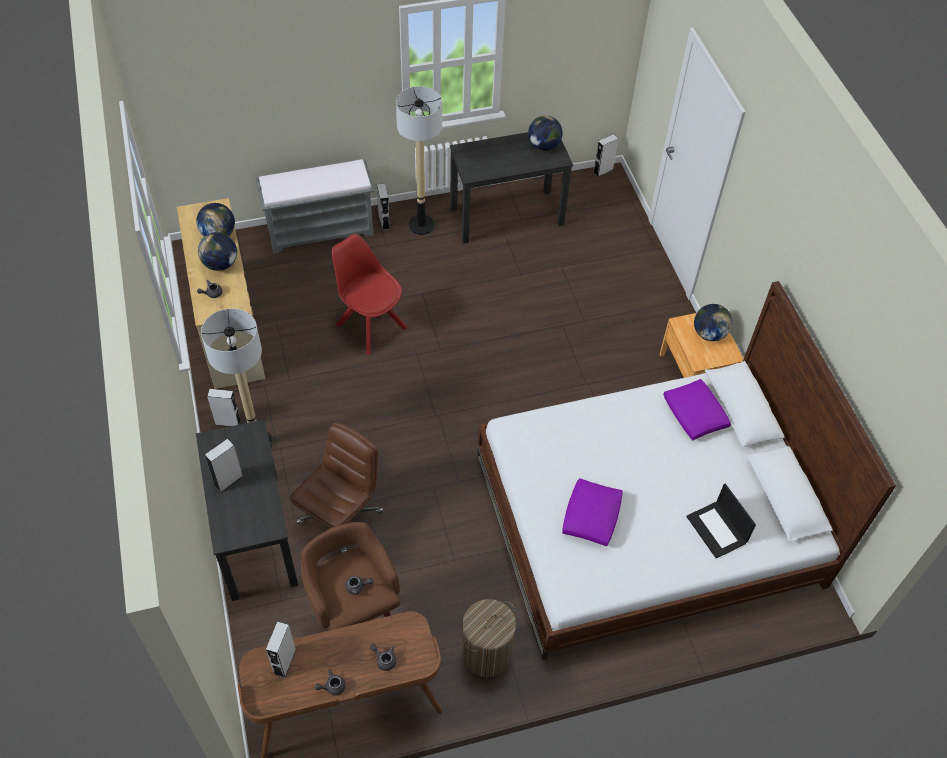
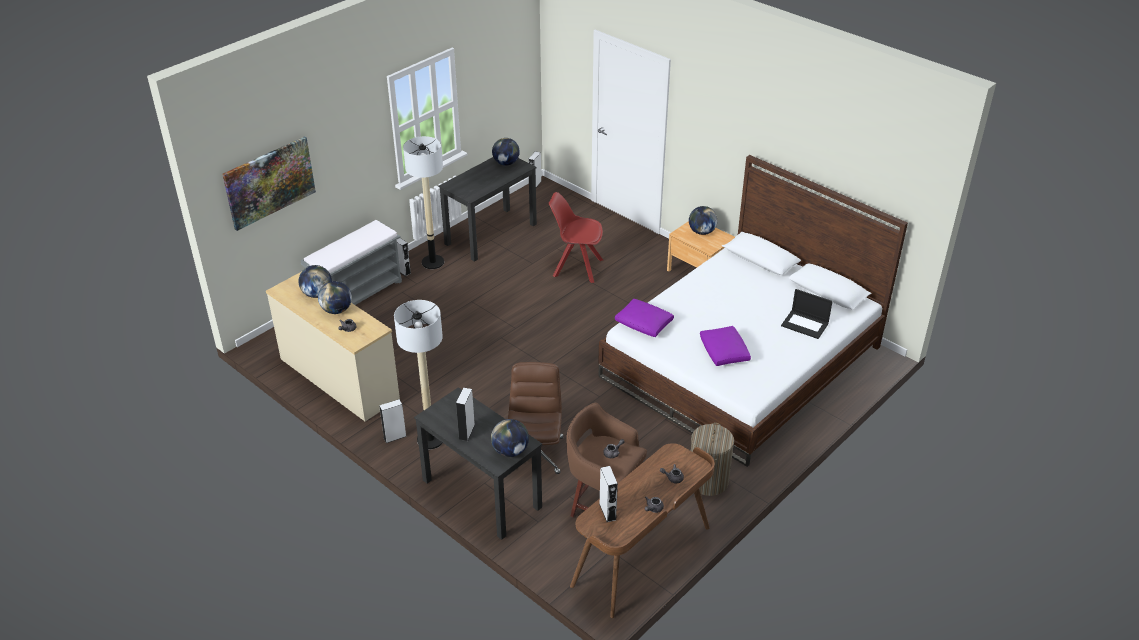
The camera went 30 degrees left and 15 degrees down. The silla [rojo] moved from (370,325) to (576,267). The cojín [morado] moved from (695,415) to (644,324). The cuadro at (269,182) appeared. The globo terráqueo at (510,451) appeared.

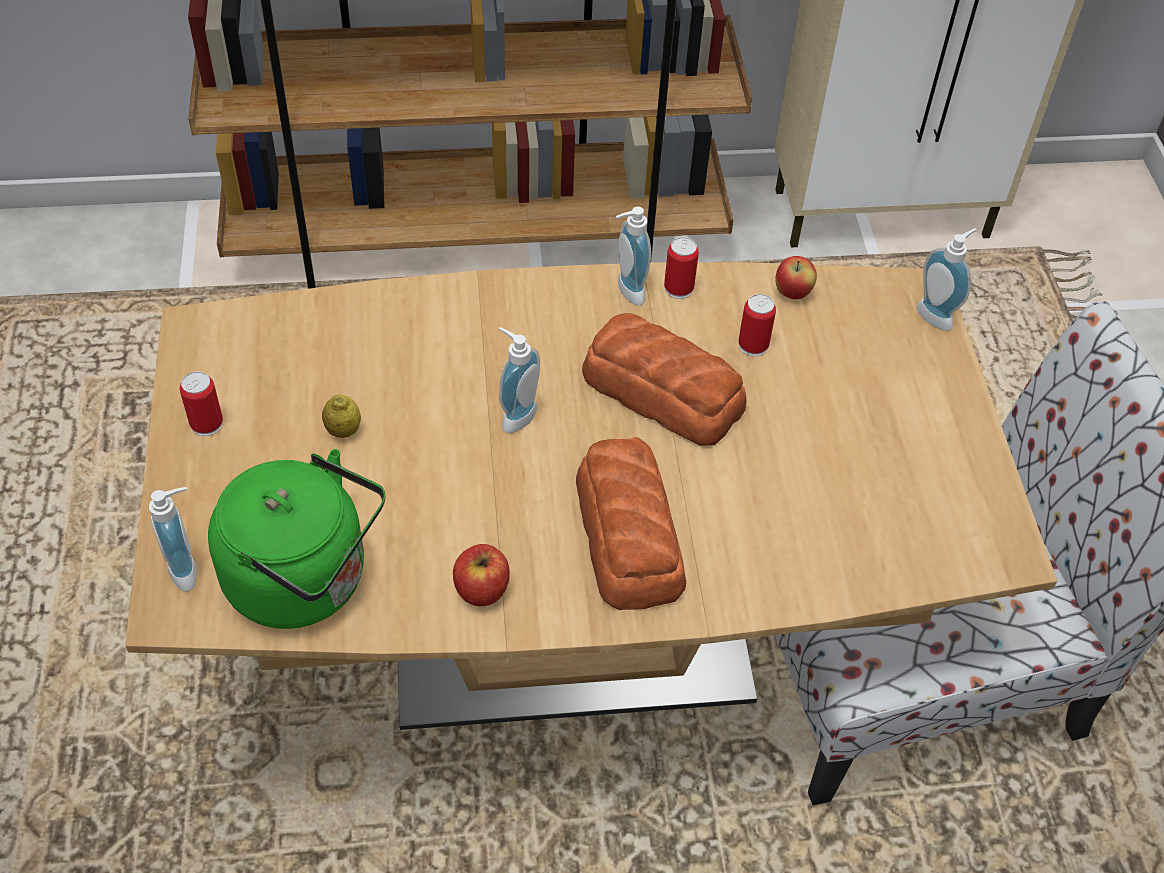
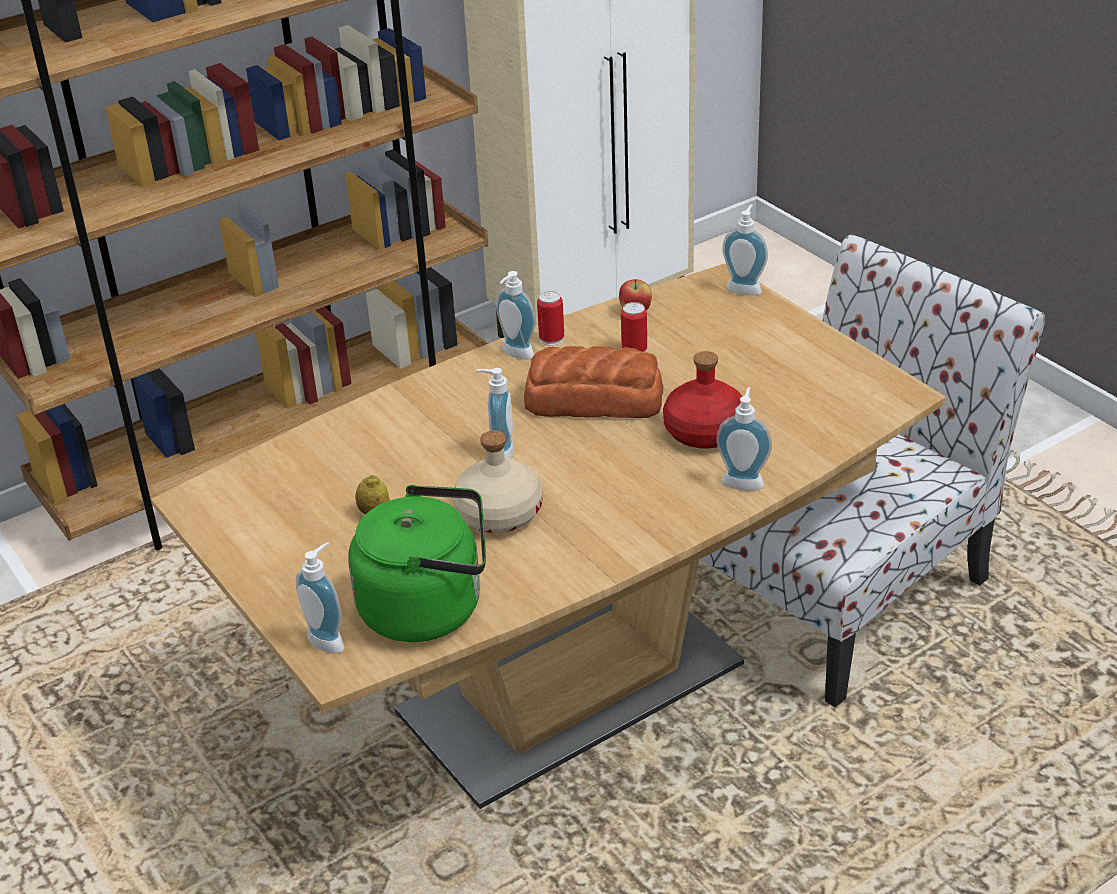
The camera went 25 degrees left and 15 degrees down. The lata at (206,424) disappeared. The pan at (628,536) disappeared. The manzana at (481,589) disappeared. The botella [rojo] at (704,431) appeared. The dispensador de jabón at (743,481) appeared. The botella [beis] at (498,513) appeared.

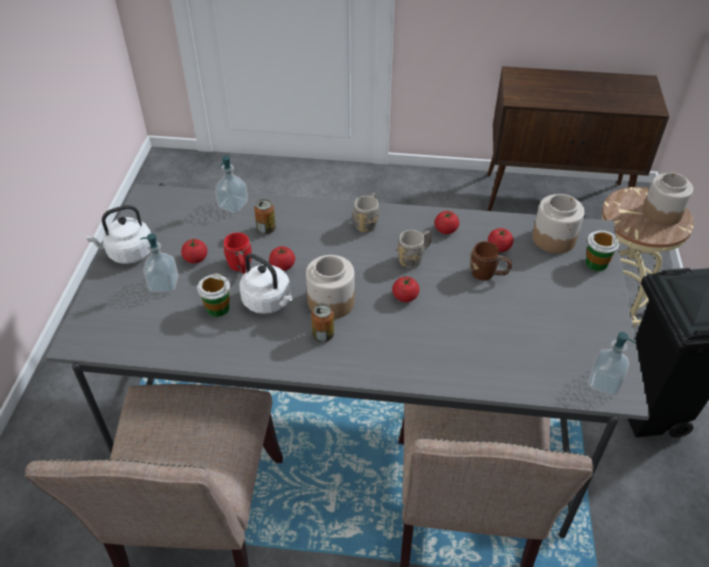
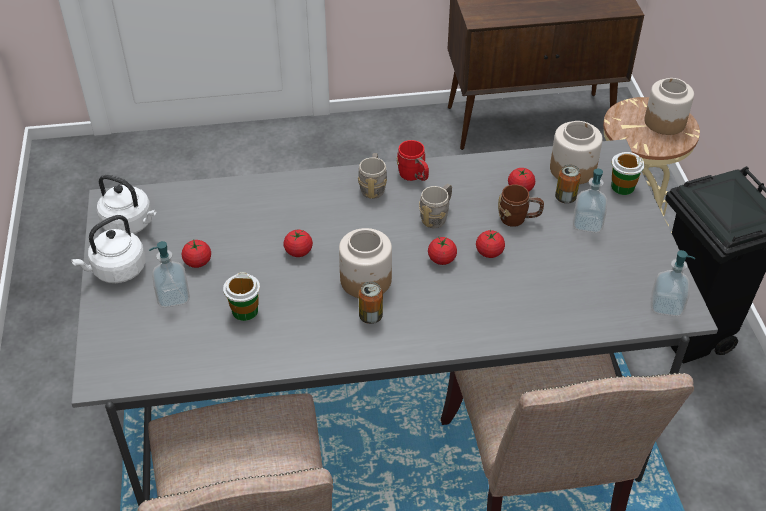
The camera went 15 degrees left and 0 degrees up. The dispensador de jabón moved from (233,205) to (587,224). The lata moved from (266,229) to (565,198). The tomate moved from (445,230) to (489,252). The taza grande [rojo] moved from (241,267) to (414,176). The hervidor [blanco] moved from (269,302) to (130,224).

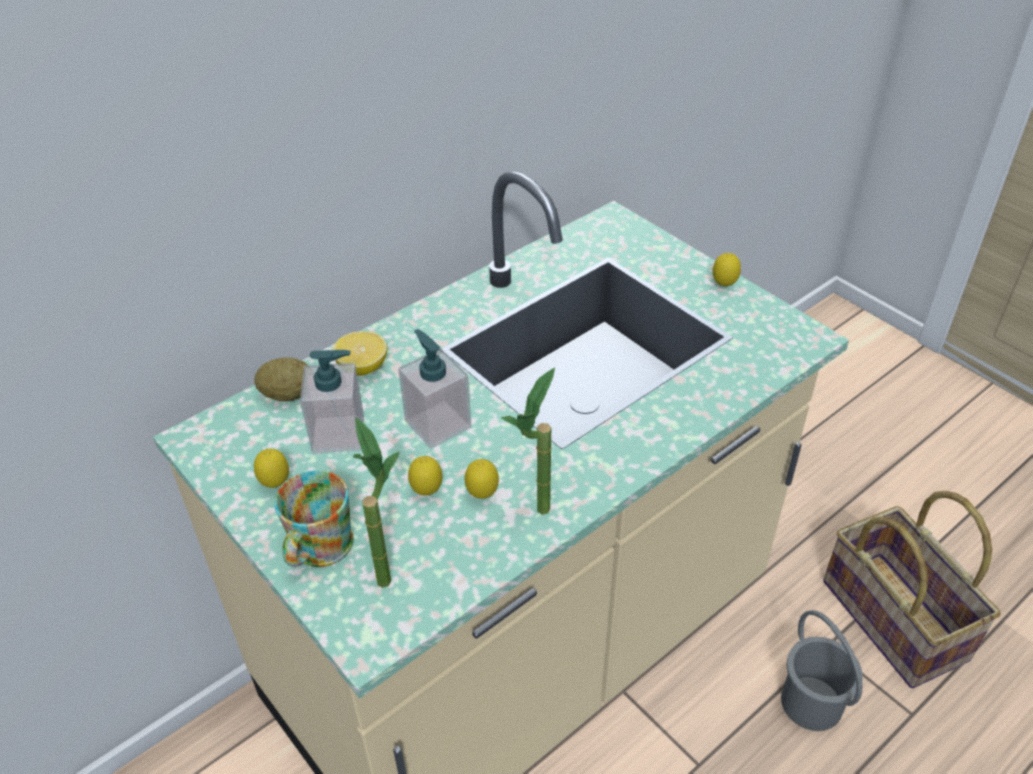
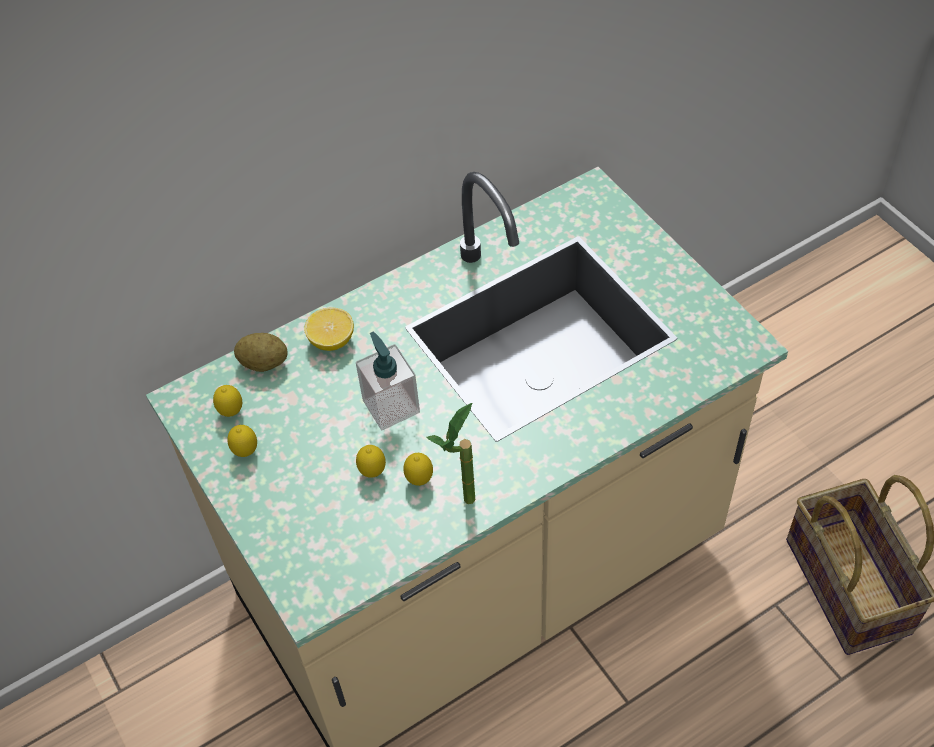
The camera went 10 degrees right and 10 degrees up. The limón moved from (724,285) to (231,412). The dispensador de jabón at (339,434) disappeared. The planta en maceta at (385,569) disappeared. The taza grande at (317,550) disappeared. The cubo [gris] at (812,702) disappeared.

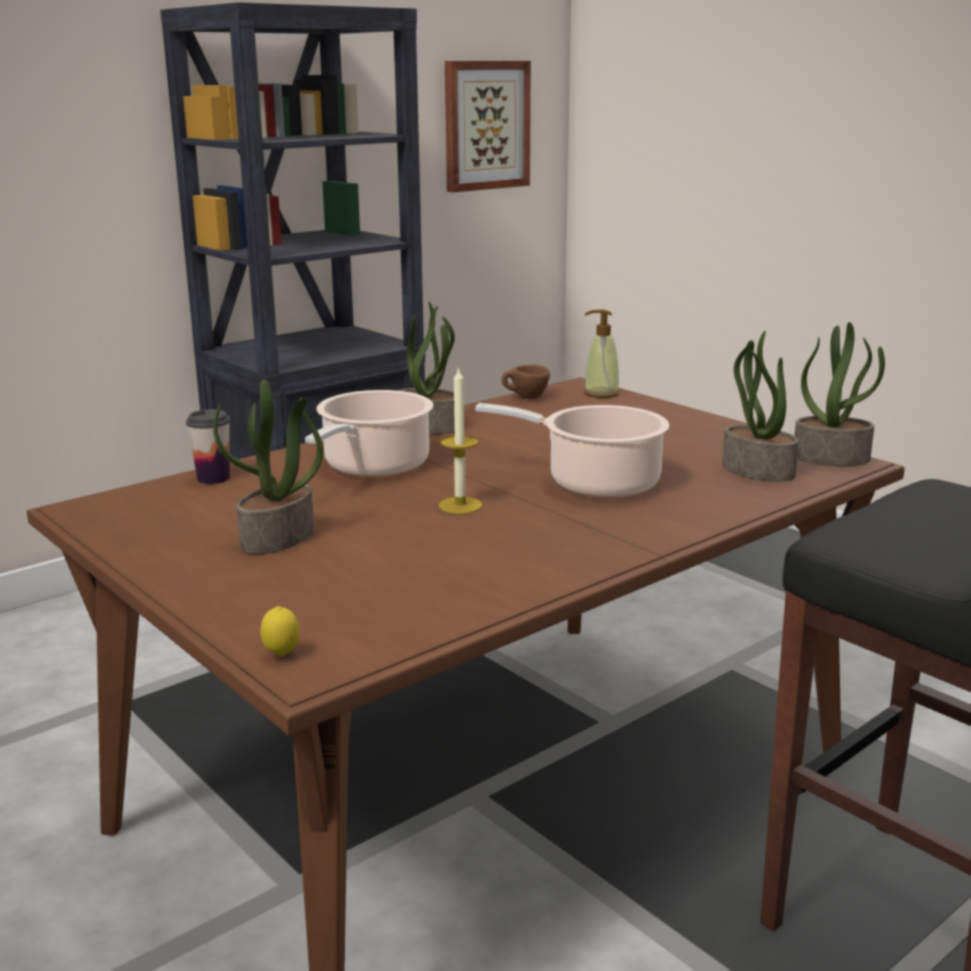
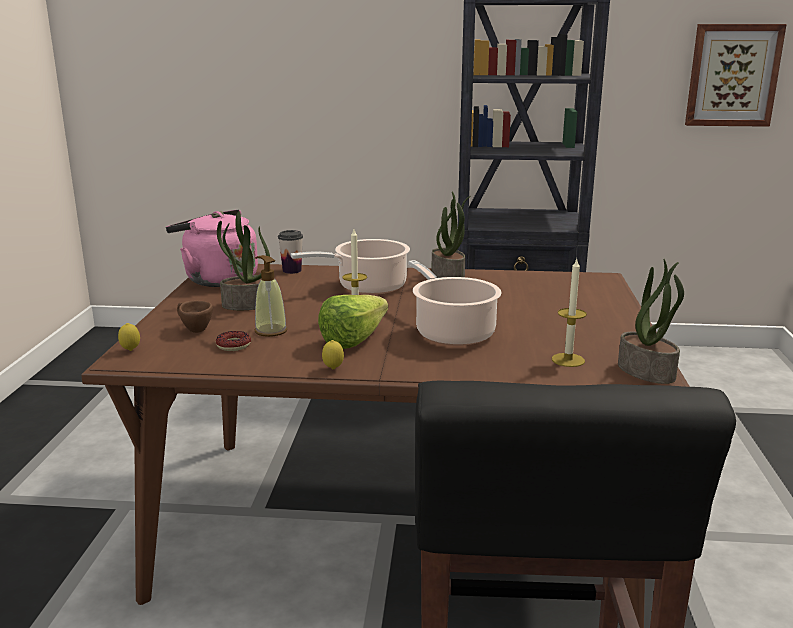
The camera went 45 degrees right and 0 degrees up. The dispensador de jabón moved from (601,393) to (270,331). The planta en maceta at (756,471) was replaced by the vela at (568,360). The taza [marrón] moved from (525,398) to (193,330). The hervidor [rosa] at (217,279) appeared. The lechuga at (359,339) appeared. The rosquilla at (234,345) appeared. The limón at (333,369) appeared.

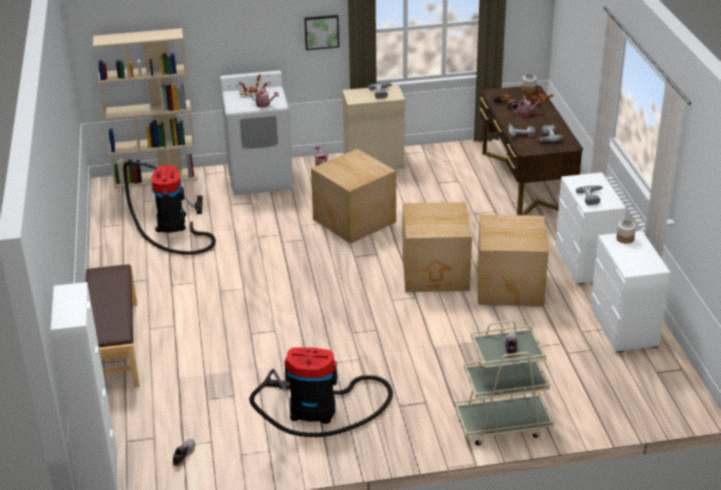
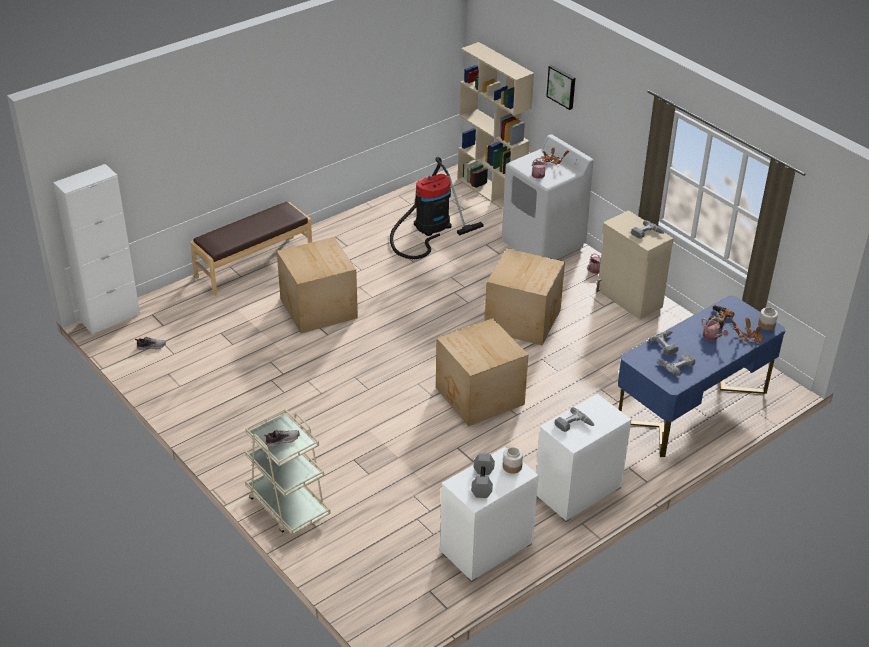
The camera went 60 degrees right and 5 degrees up. The cuadro moved from (321,31) to (562,86). The escritorio [marrón] at (525,182) became the escritorio [azul] at (692,406). The caja de cartón moved from (508,285) to (319,307). The aspiradora at (319,410) disappeared. The mancuerna [gris] at (483,482) appeared.

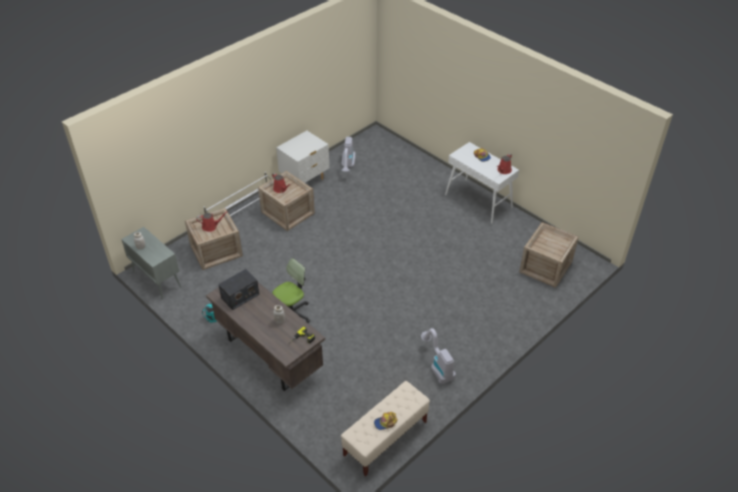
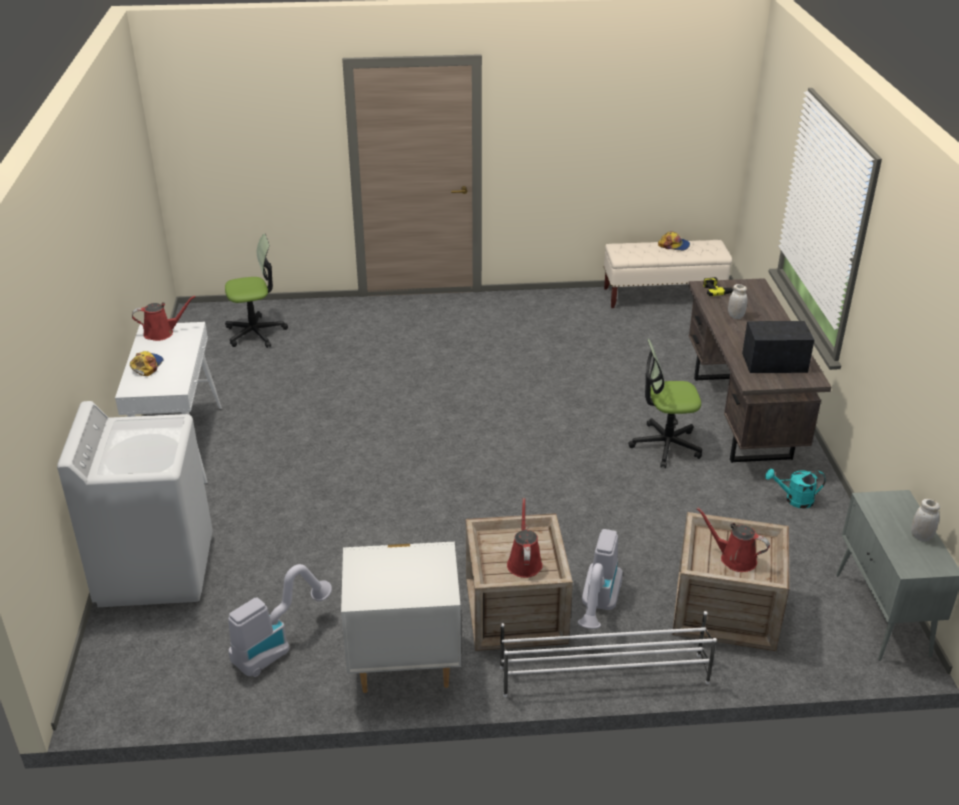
The camera went 140 degrees left and 10 degrees down. The caja de embalaje at (545,267) was replaced by the silla de oficina at (255,333). The aspiradora moved from (437,366) to (598,607). The lavadora [blanco] at (155,569) appeared.

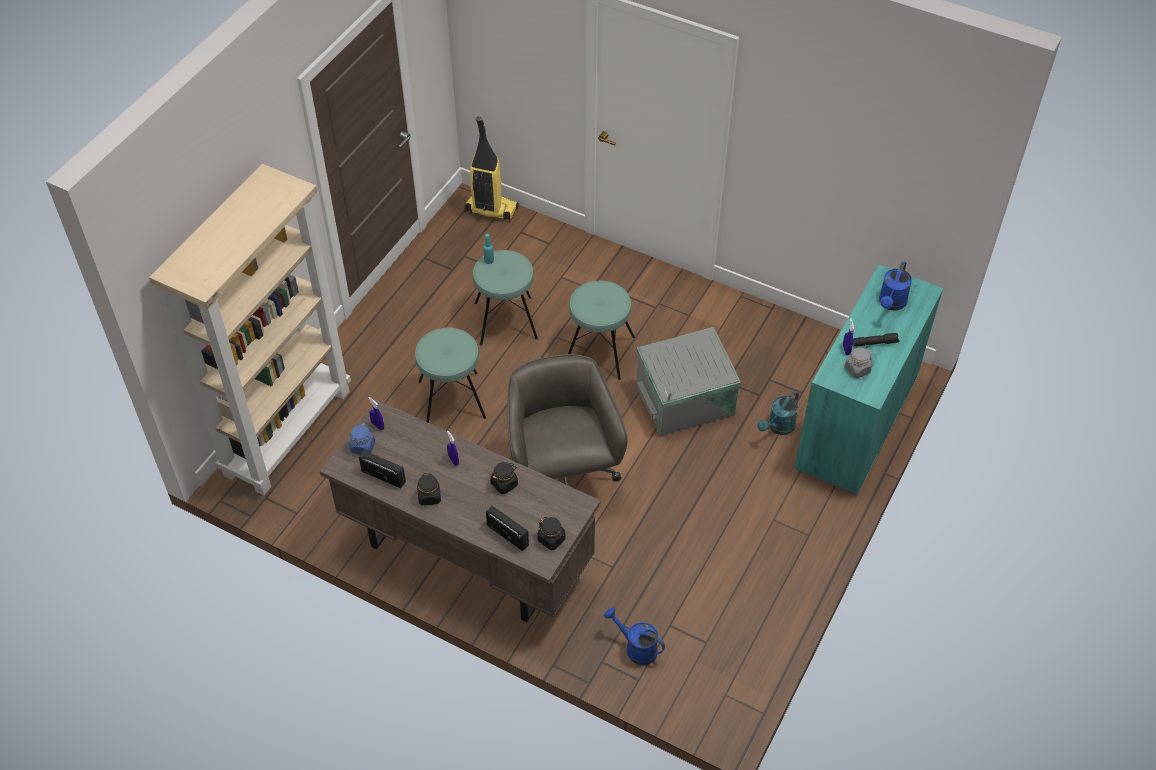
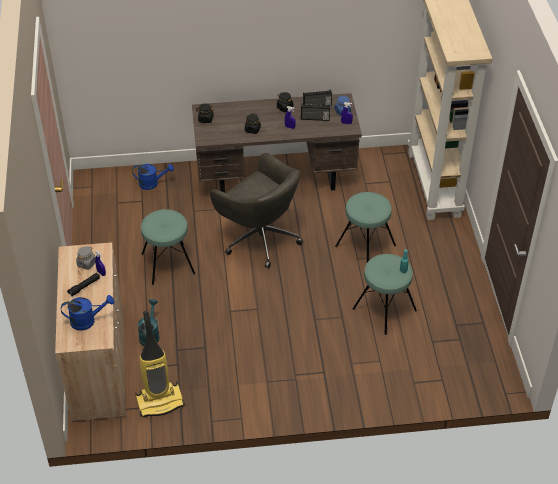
The camera went 145 degrees right and 5 degrees down. The aspiradora moved from (490,210) to (160,401). The regadera [azul] at (891,304) turned 90 degrees clockwise. The armario [turquesa] at (856,422) became the armario [beis] at (99,365). The taburete [turquesa] moved from (599,352) to (168,264). The caja de almacenaje [gris] at (686,401) disappeared. The radio moved from (508,535) to (315,118).

